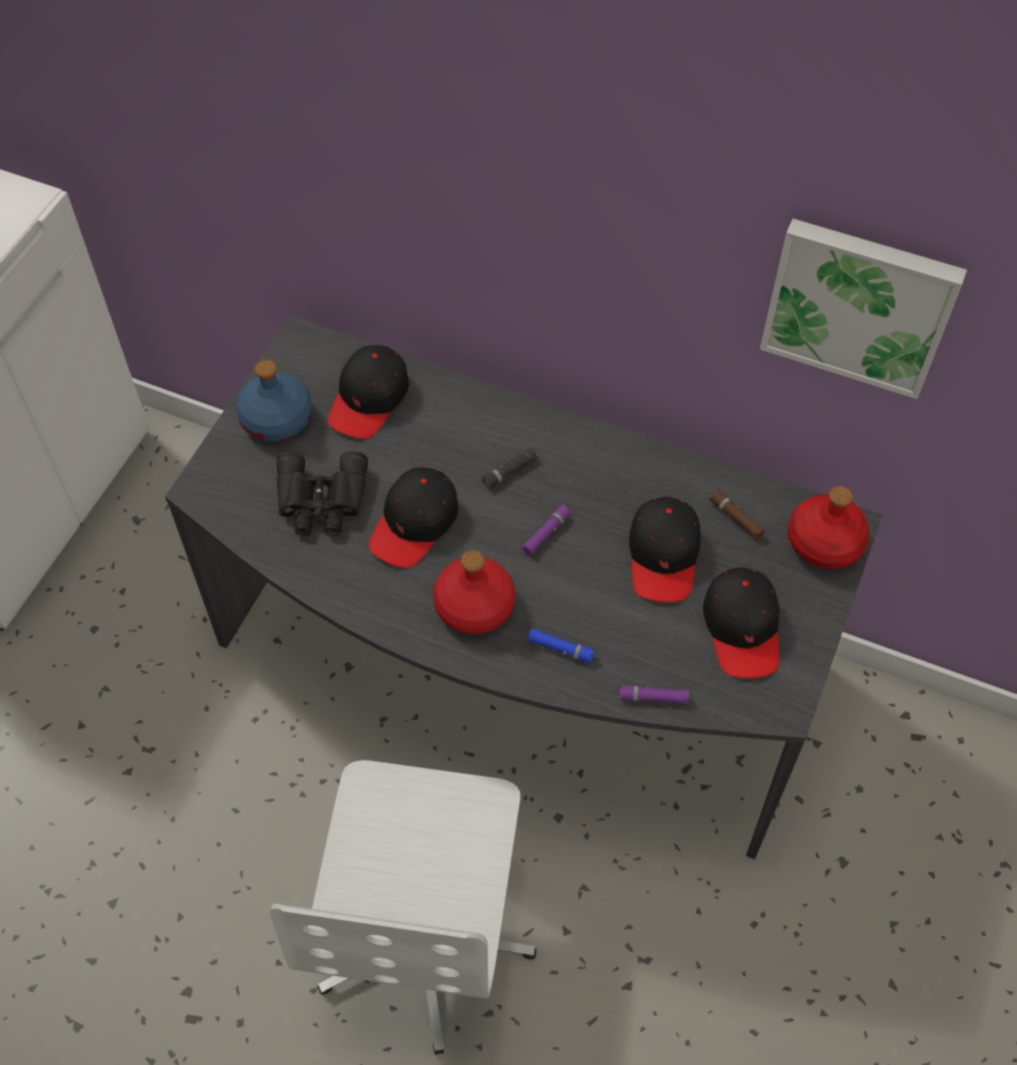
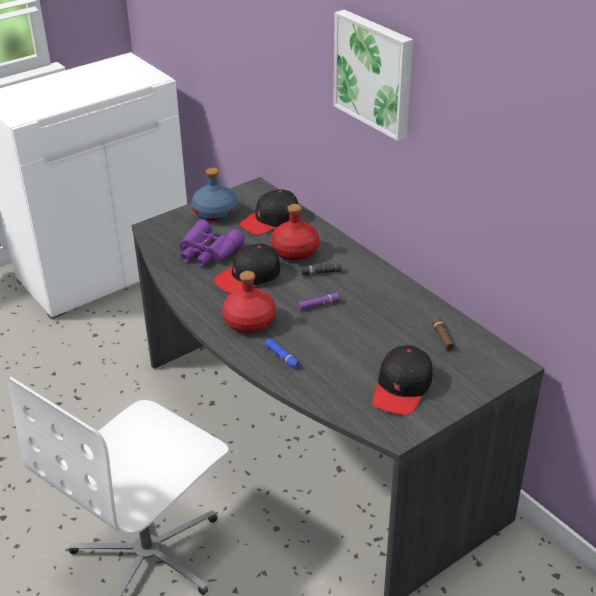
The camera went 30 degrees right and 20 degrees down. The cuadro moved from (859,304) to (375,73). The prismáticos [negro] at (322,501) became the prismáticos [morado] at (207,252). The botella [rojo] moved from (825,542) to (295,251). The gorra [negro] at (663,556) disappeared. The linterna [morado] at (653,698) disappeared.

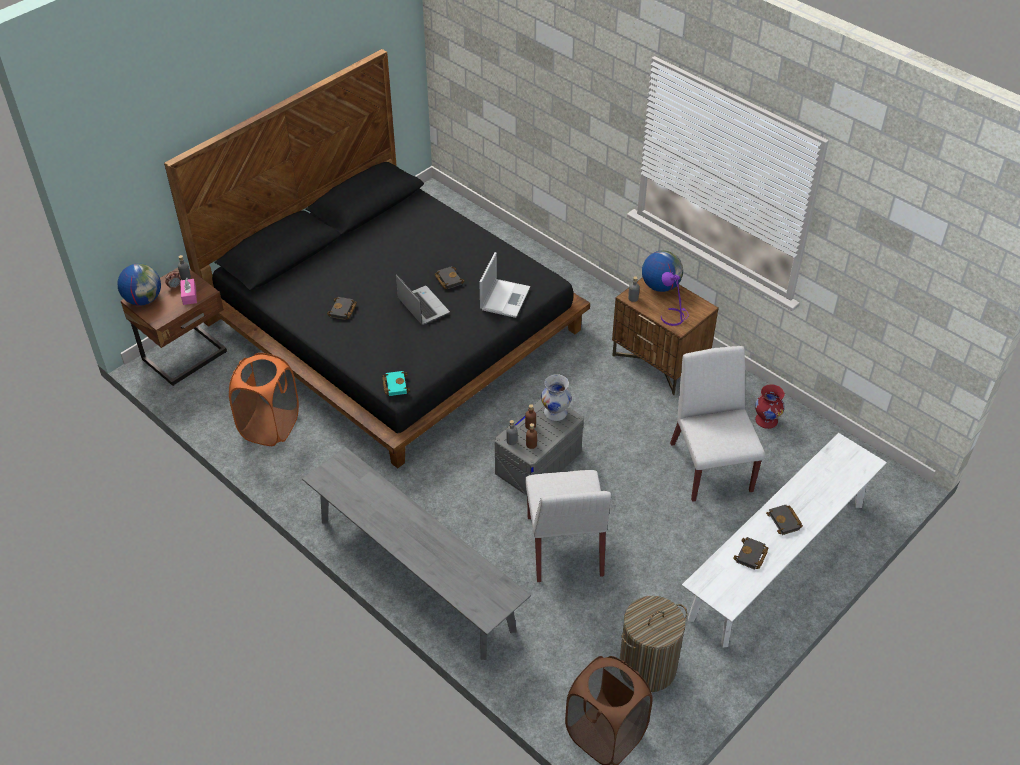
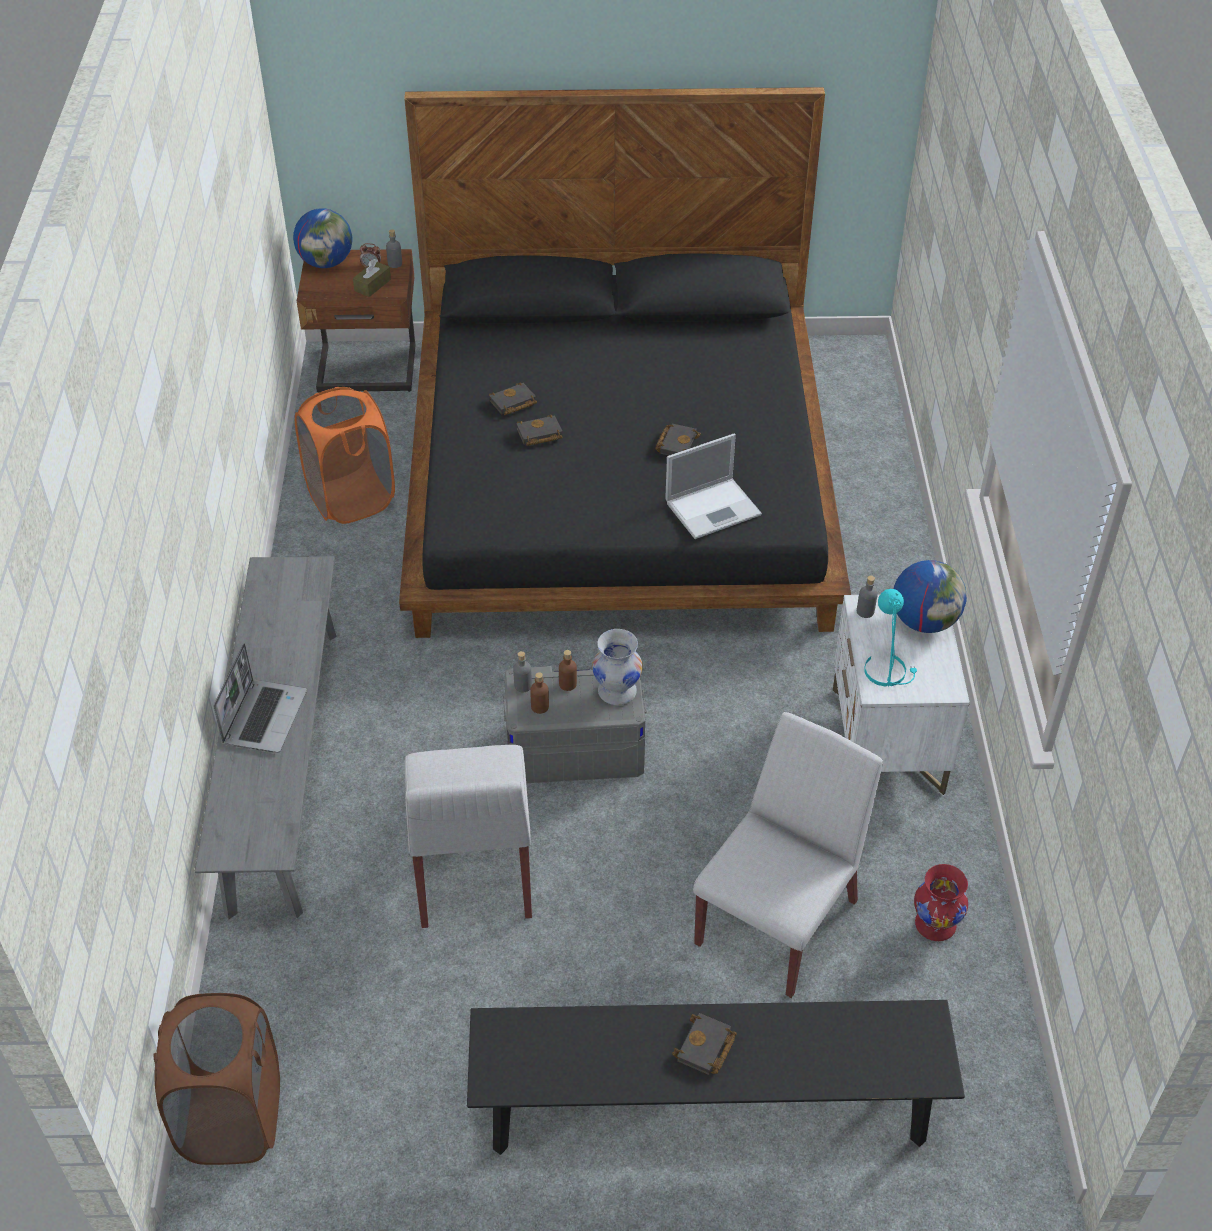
The camera went 45 degrees right and 0 degrees up. The lámpara de mesa [morado] at (673,316) became the lámpara de mesa [turquesa] at (888,670). The portátil moved from (422,306) to (264,716). The mesita de noche [marrón] at (660,361) became the mesita de noche [blanco] at (887,742). The caja de pañuelos [rosa] at (189,295) became the caja de pañuelos [marrón] at (372,285). The libro [turquesa] at (394,385) disappeared. The banco [blanco] at (778,560) became the banco [negro] at (707,1110). The silla [blanco] at (565,547) turned 45 degrees counterclockwise. The libro [negro] moved from (751,556) to (539,435). The cesto de la ropa at (647,667) disappeared.

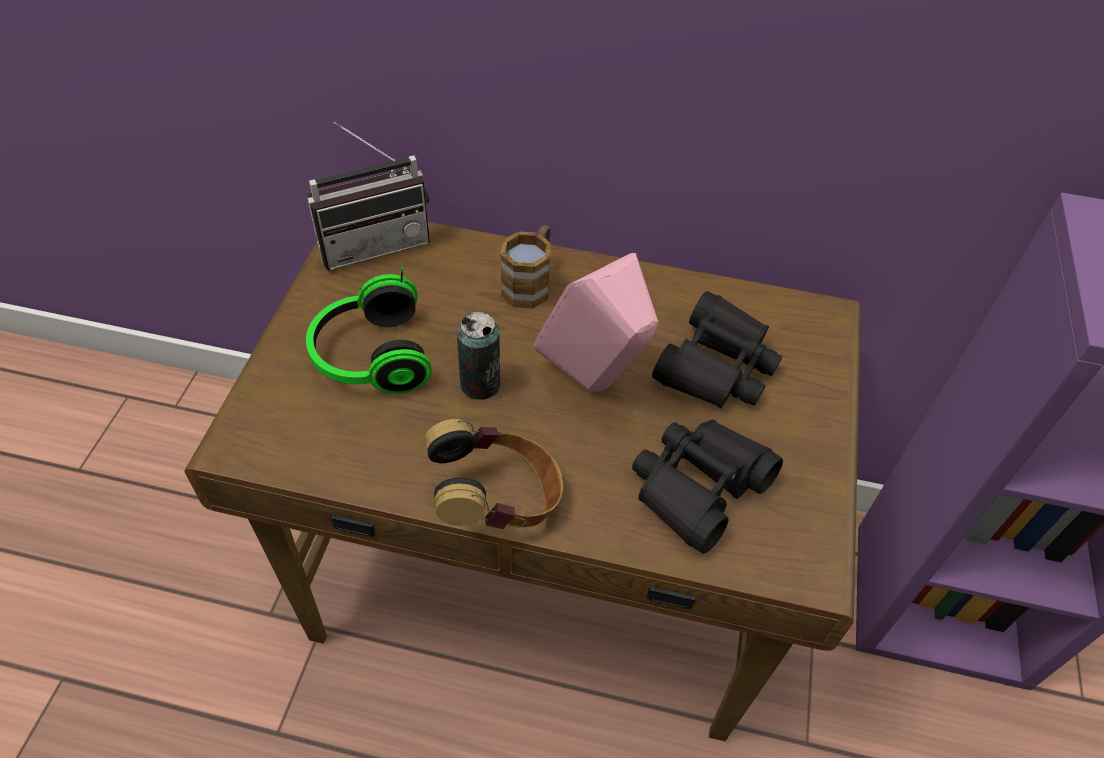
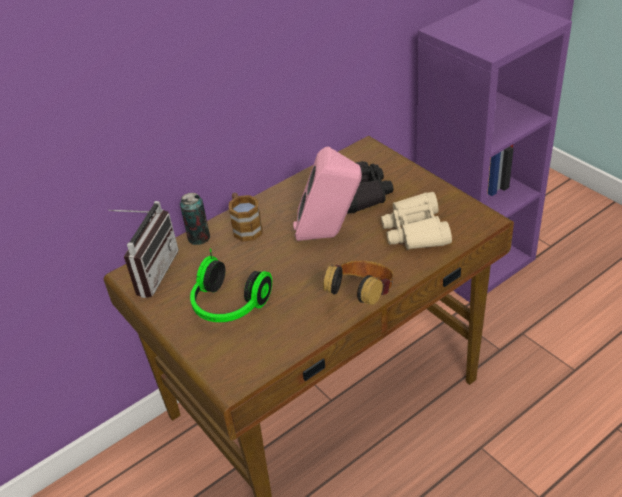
The camera went 45 degrees left and 10 degrees down. The lata moved from (480,384) to (199,238). The prismáticos [negro] at (698,487) became the prismáticos [beis] at (415,231).

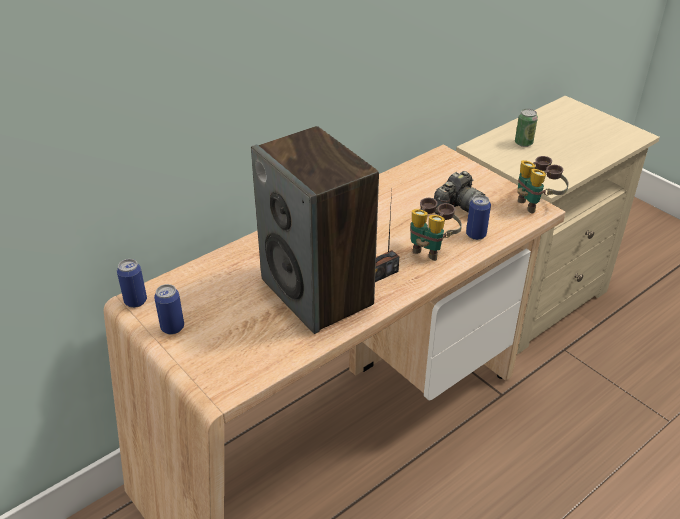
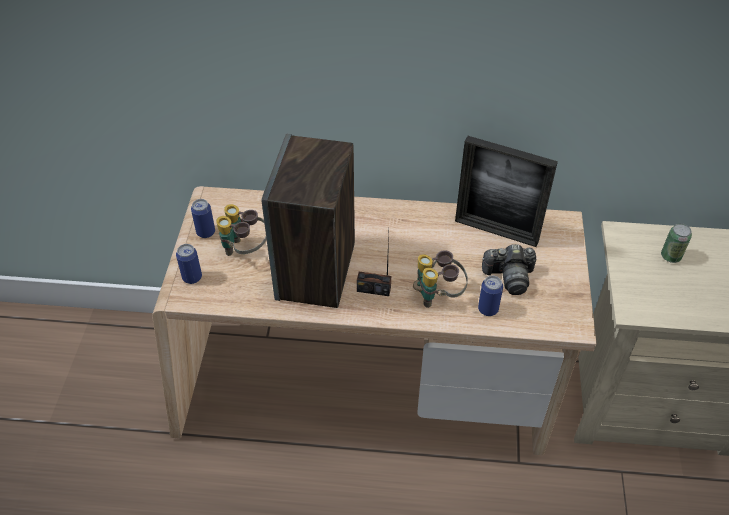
The camera went 45 degrees right and 10 degrees up. The prismáticos moved from (536,204) to (244,250). The lata moved from (135,301) to (192,277). The portarretratos at (496,231) appeared.

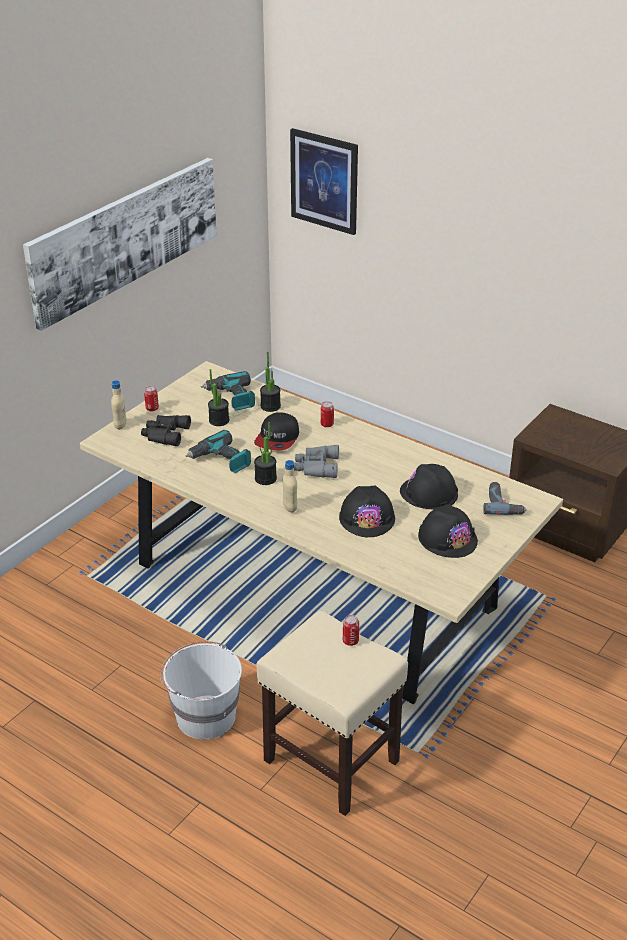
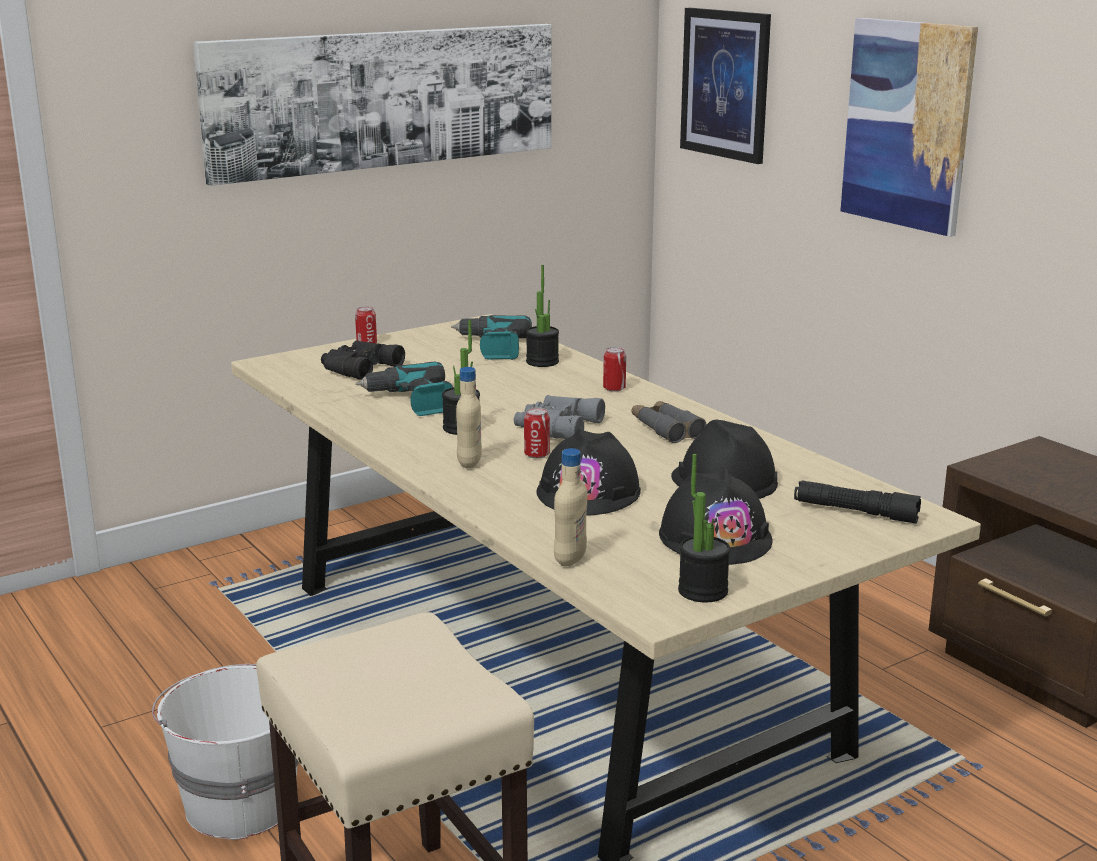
The camera went 20 degrees right and 15 degrees down. The planta en maceta moved from (219,420) to (703,591). The botella [beis] moved from (120,425) to (570,559). The gorra at (277,438) disappeared. The taladro at (503,504) was replaced by the linterna [negro] at (855,512). The lata moved from (350,641) to (537,455). The cuadro at (907,124) appeared. The prismáticos [gris] at (666,429) appeared.

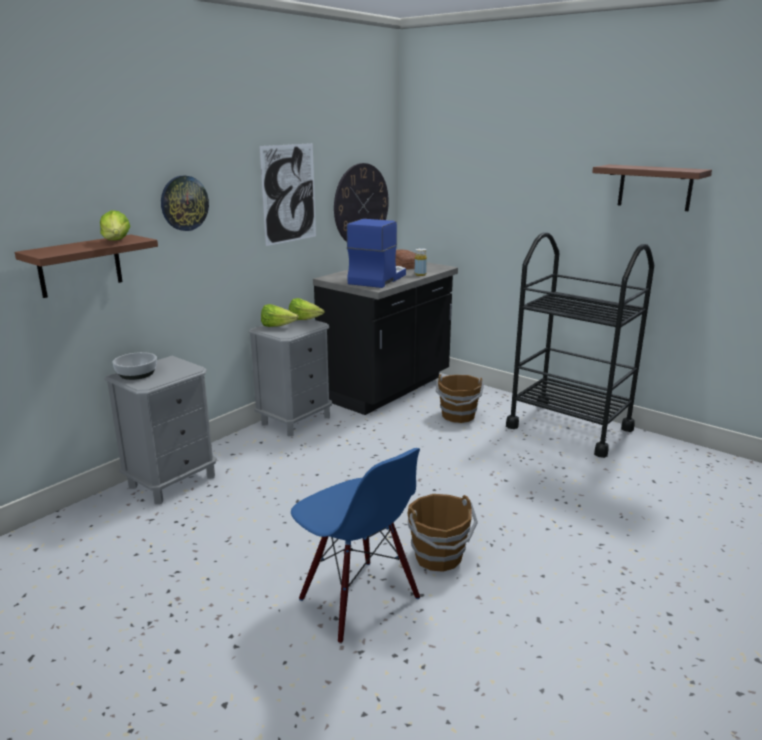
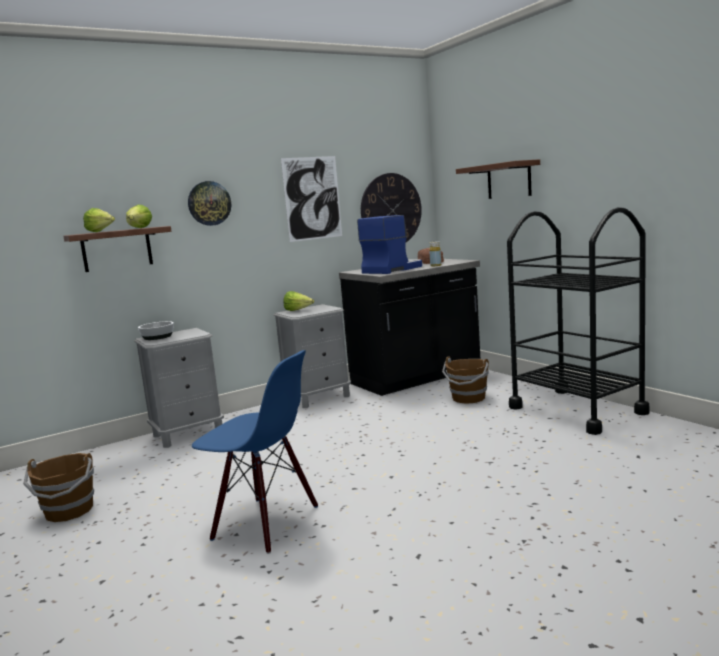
The camera went 20 degrees right and 10 degrees down. The estante [marrón] moved from (655,187) to (509,180). The lechuga moved from (304,320) to (101,231). The silla [azul] at (358,599) turned 45 degrees counterclockwise. The cubo [marrón] moved from (439,557) to (69,511).

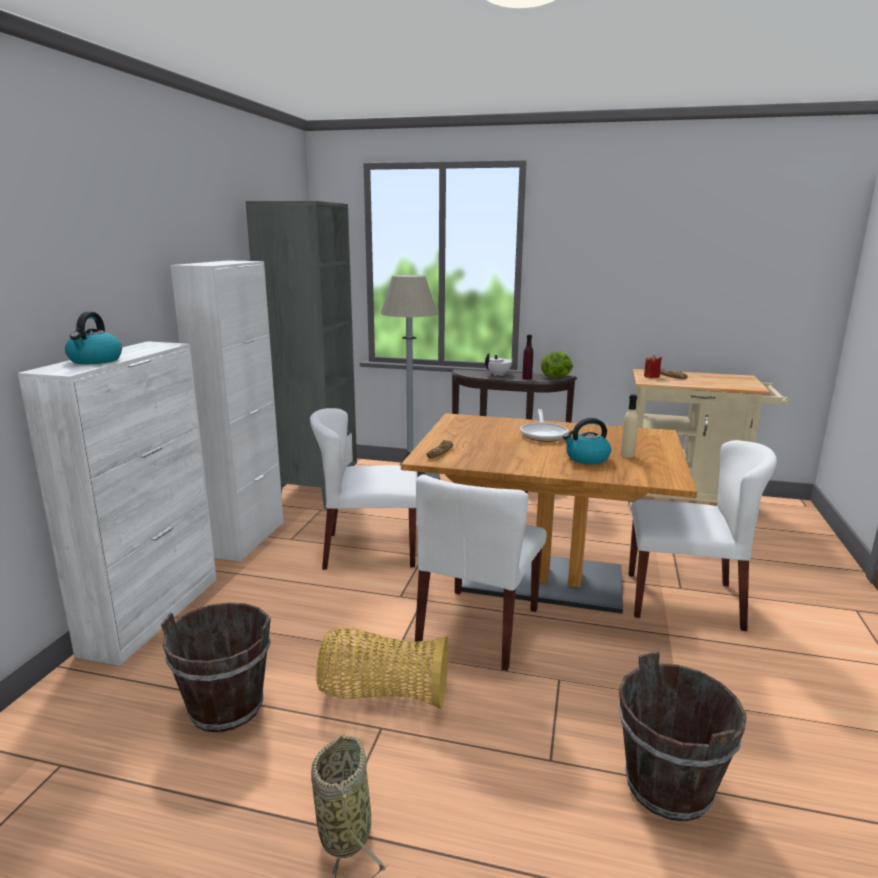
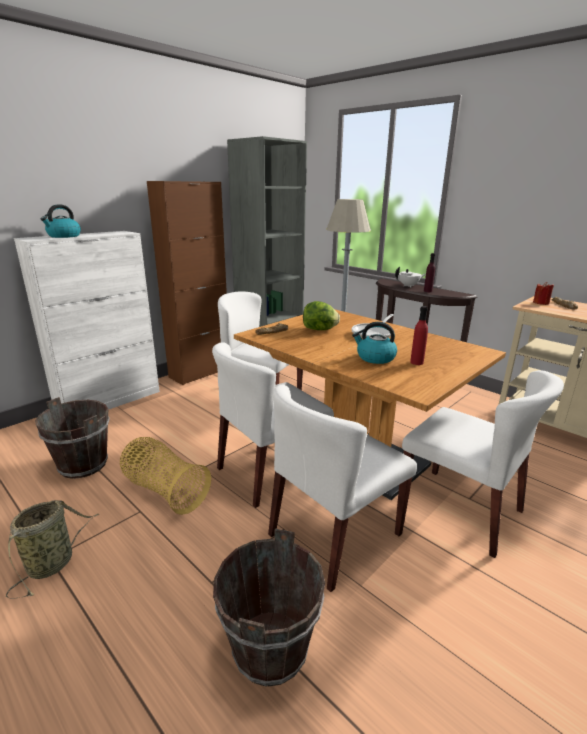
The camera went 30 degrees right and 5 degrees up. The armario [blanco] at (246,539) became the armario [marrón] at (200,373). The lechuga moved from (557,377) to (319,329). The botella [beis] at (627,455) became the botella [rojo] at (416,362). The silla [blanco] at (334,535) appeared.

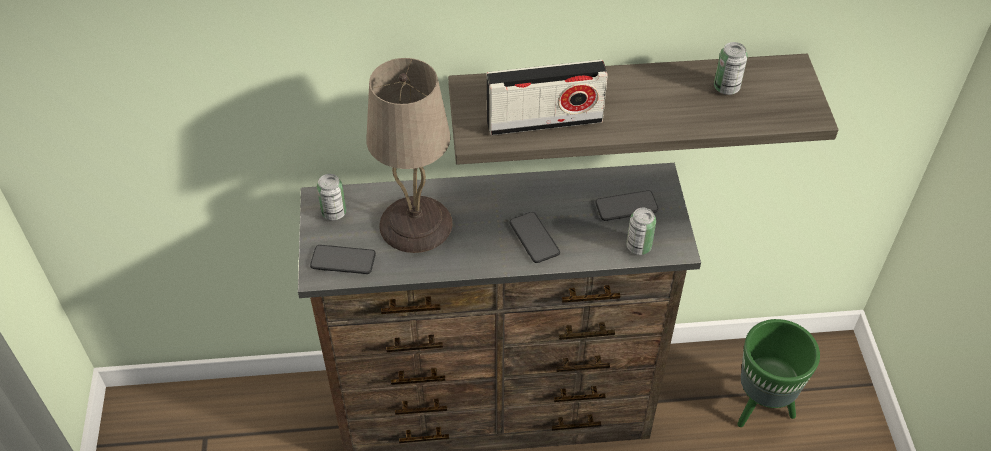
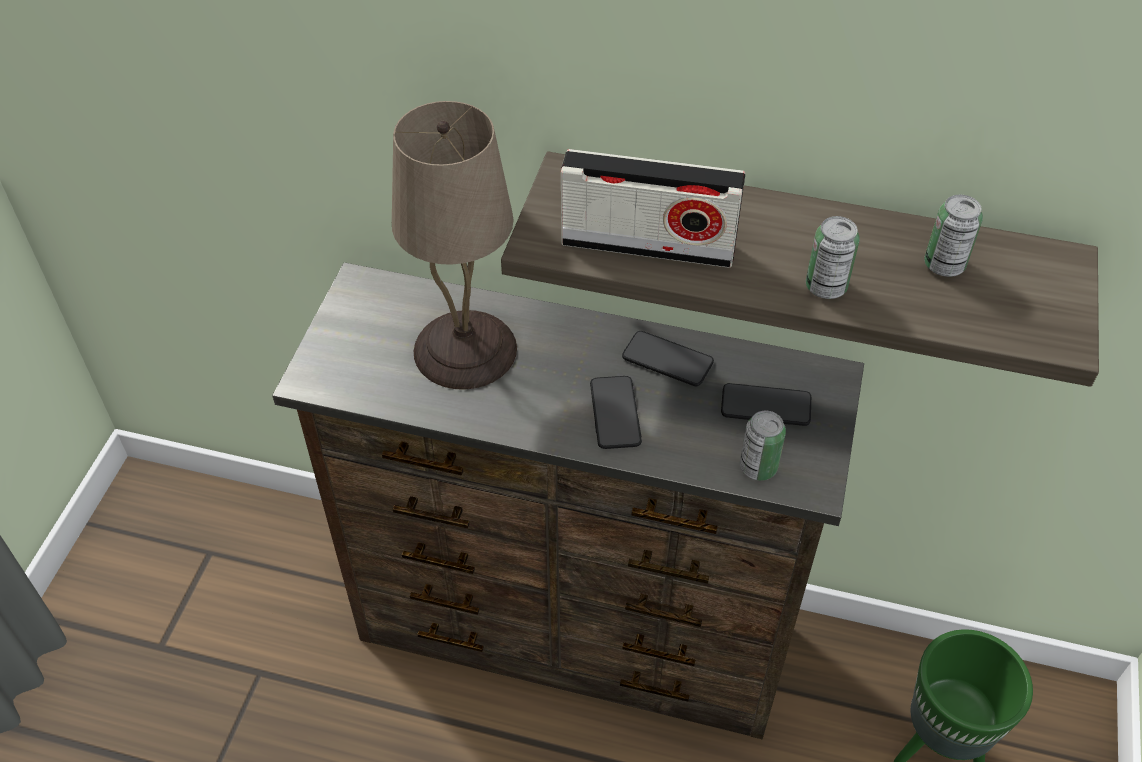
The camera went 20 degrees right and 0 degrees up. The lata moved from (334,212) to (826,287). The móvil moved from (343,260) to (667,360).

